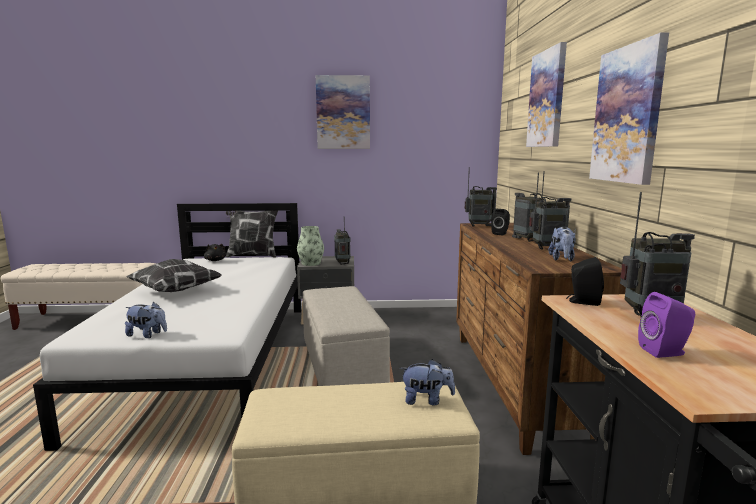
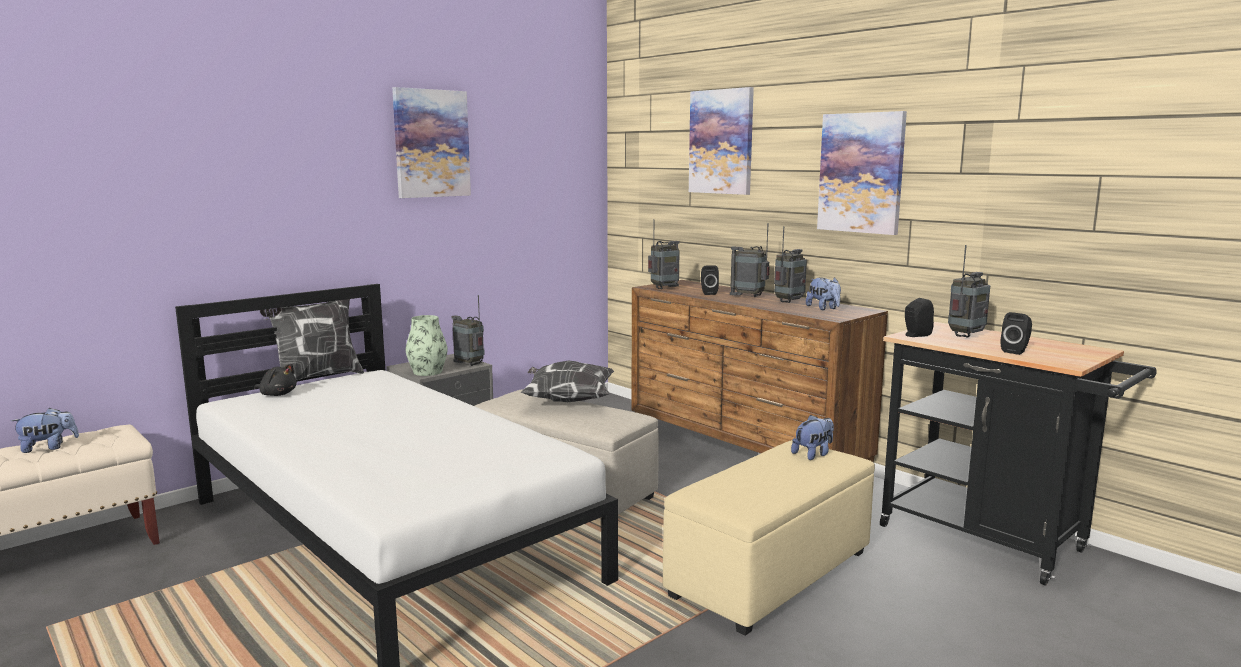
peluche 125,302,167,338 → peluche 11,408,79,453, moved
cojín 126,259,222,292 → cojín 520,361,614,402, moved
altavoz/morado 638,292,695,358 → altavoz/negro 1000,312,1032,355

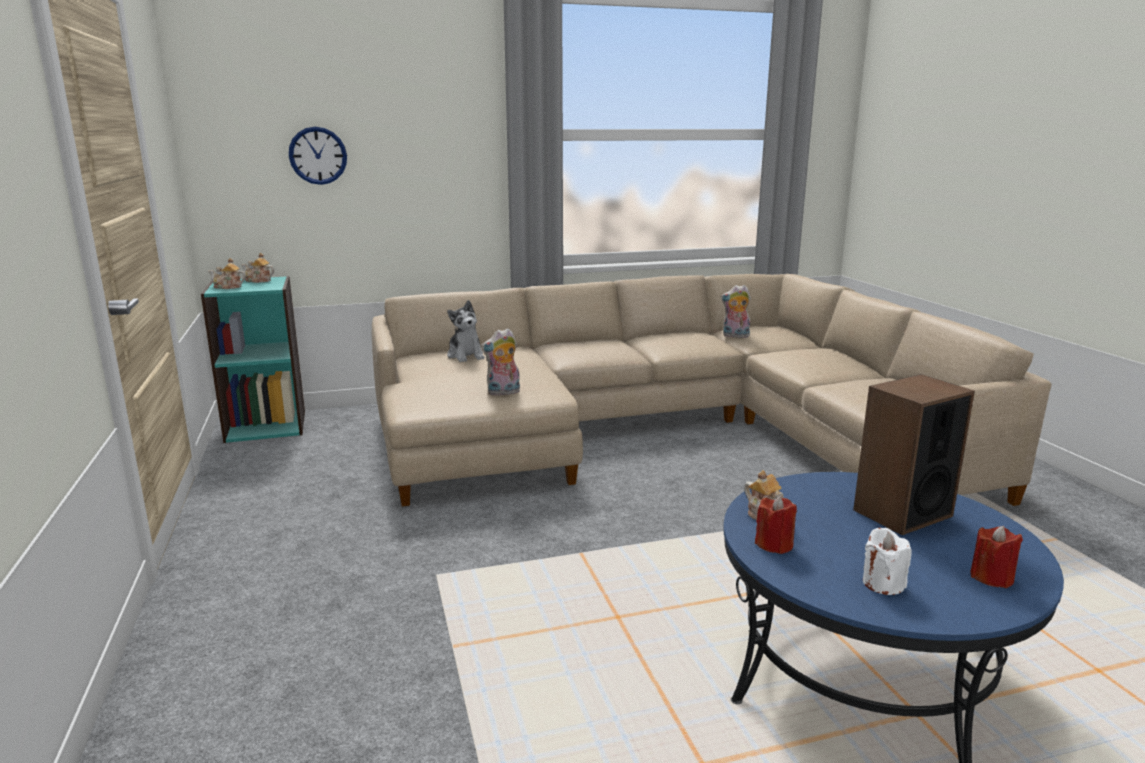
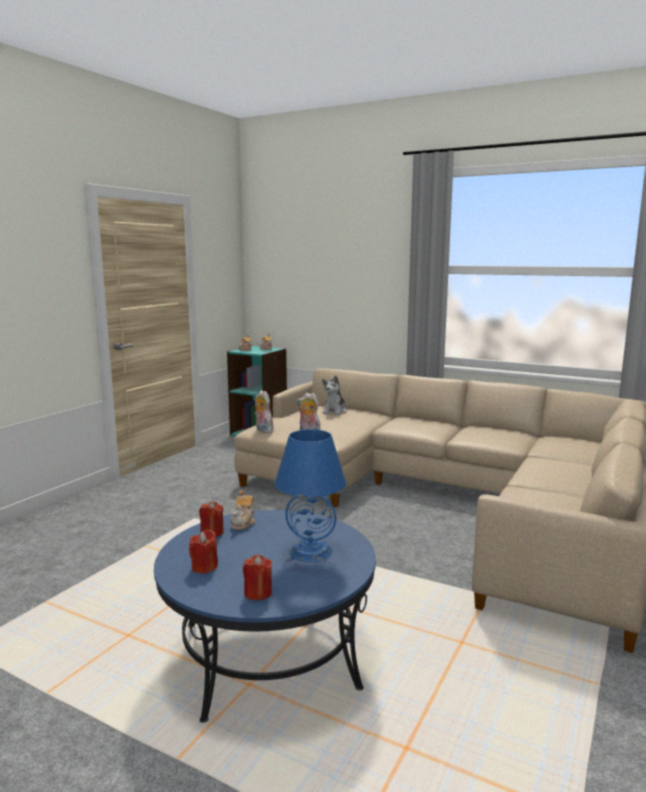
vela/blanco 863,528,912,595 → vela/rojo 189,530,218,573
peluche 720,285,751,338 → peluche 255,390,273,433, moved
altavoz 853,374,975,535 → lámpara de mesa/azul 275,429,346,563
reloj de pared 289,127,347,185 → -

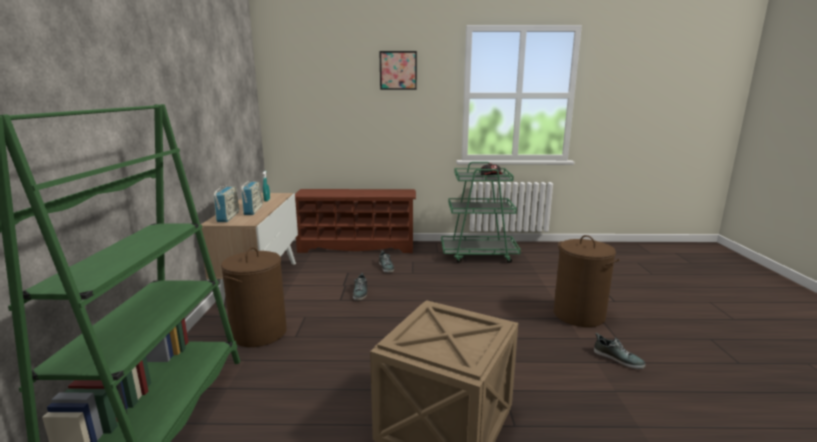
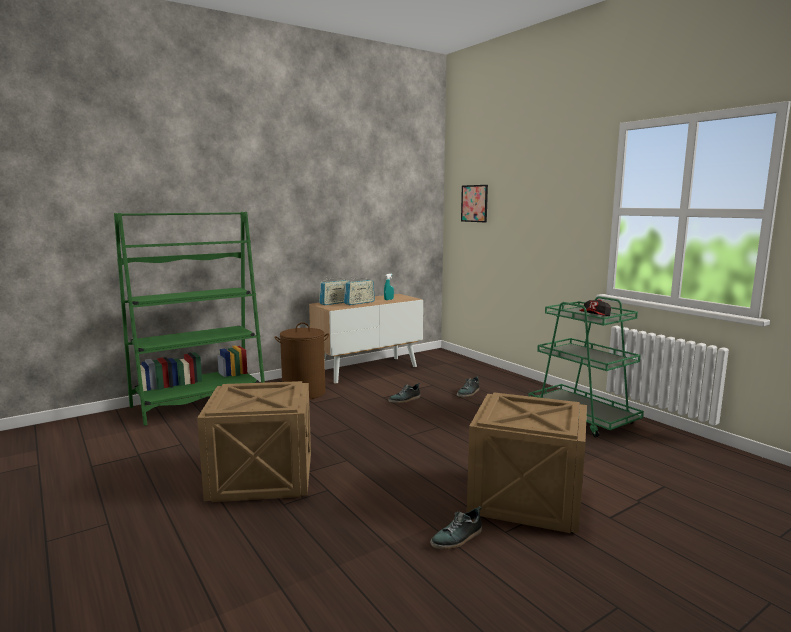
zapato 594,333,646,369 → zapato 430,506,482,549, 45 degrees clockwise
cuadro 380,51,417,90 → cuadro 461,185,488,222, moved
cesto de la ropa/marrón 554,235,620,327 → caja de embalaje 467,392,587,533
zapatero/marrón 295,189,416,253 → -

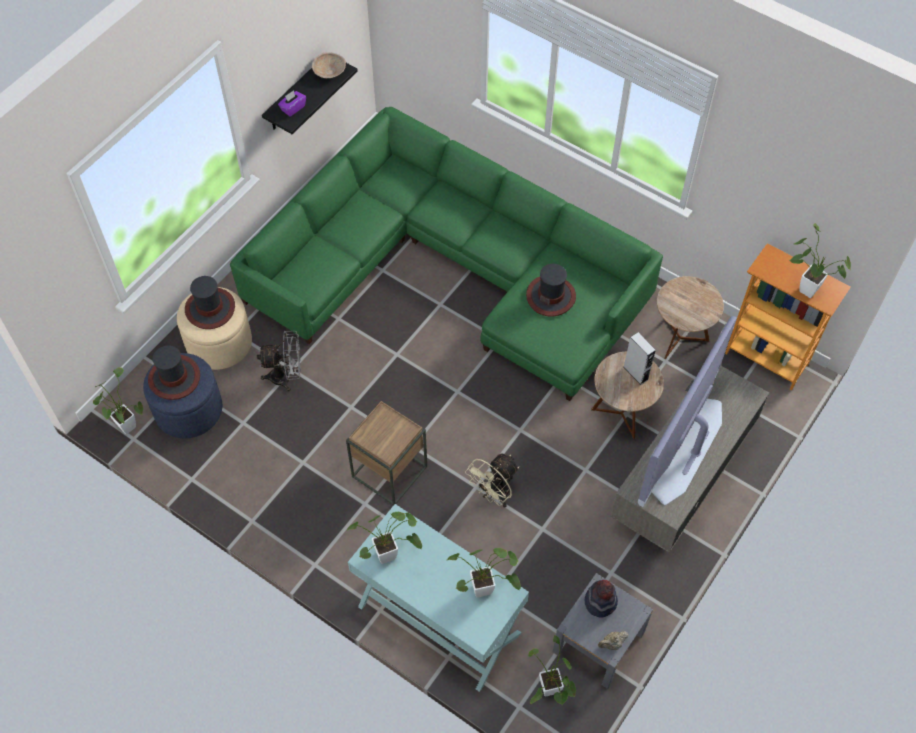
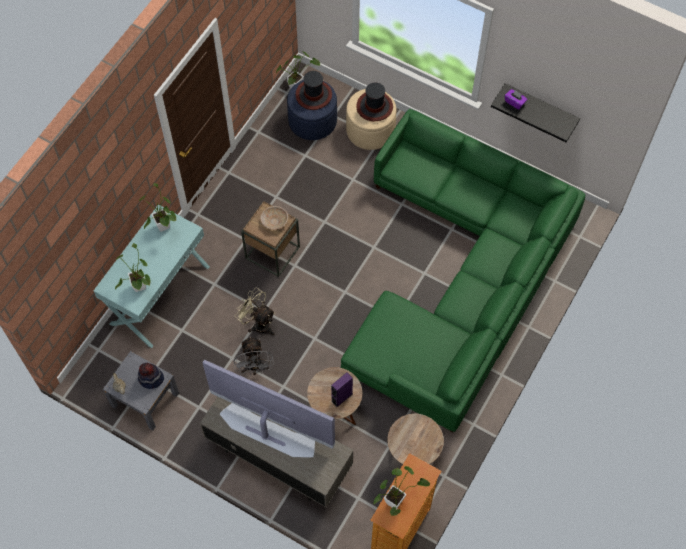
ventilador/gris 257,331,301,392 → ventilador/gris 234,336,274,375, moved
cuenco/beis 312,52,346,78 → cuenco/beis 260,206,288,230, moved
altavoz/gris 624,332,656,385 → altavoz/morado 331,372,353,407
sombrero 526,264,576,317 → -
planta en maceta 528,635,576,705 → -

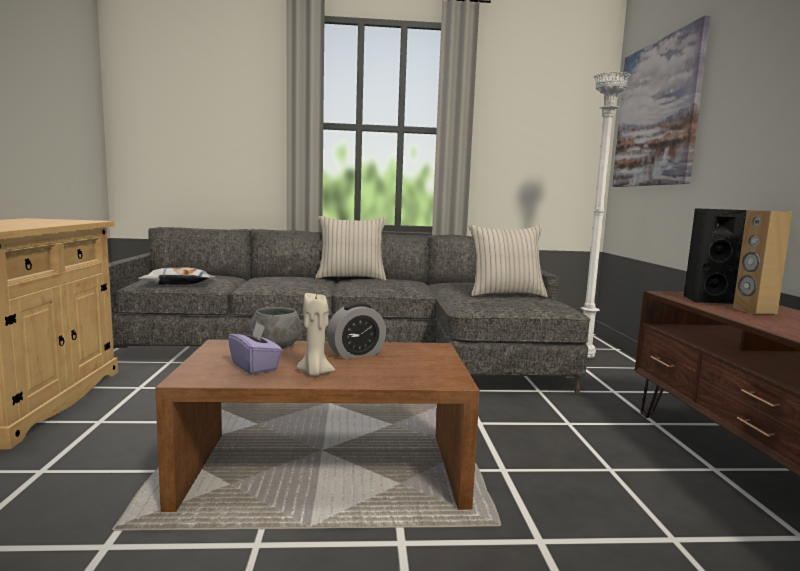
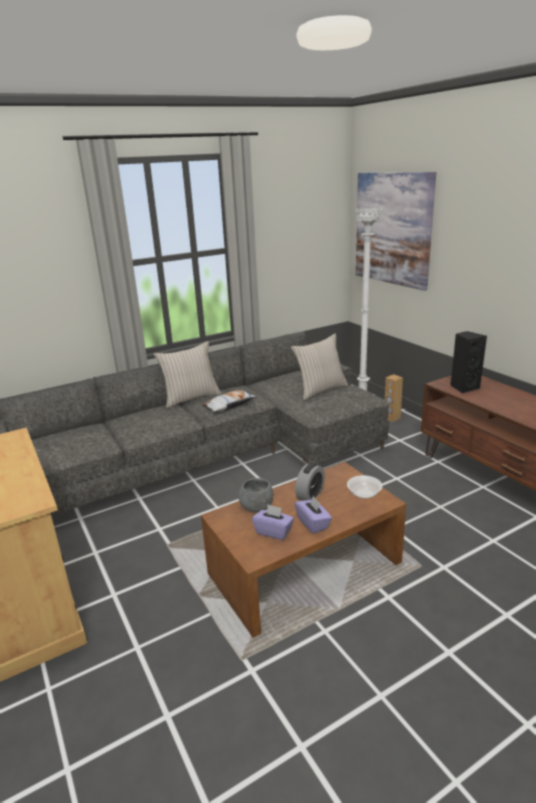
cojín 138,267,216,285 → cojín 201,390,257,412, moved
vela/beis 296,292,335,376 → caja de pañuelos/morado 295,496,332,534
- → cuenco 347,475,382,499
altavoz/marrón 733,210,792,314 → altavoz/marrón 385,374,403,422, moved

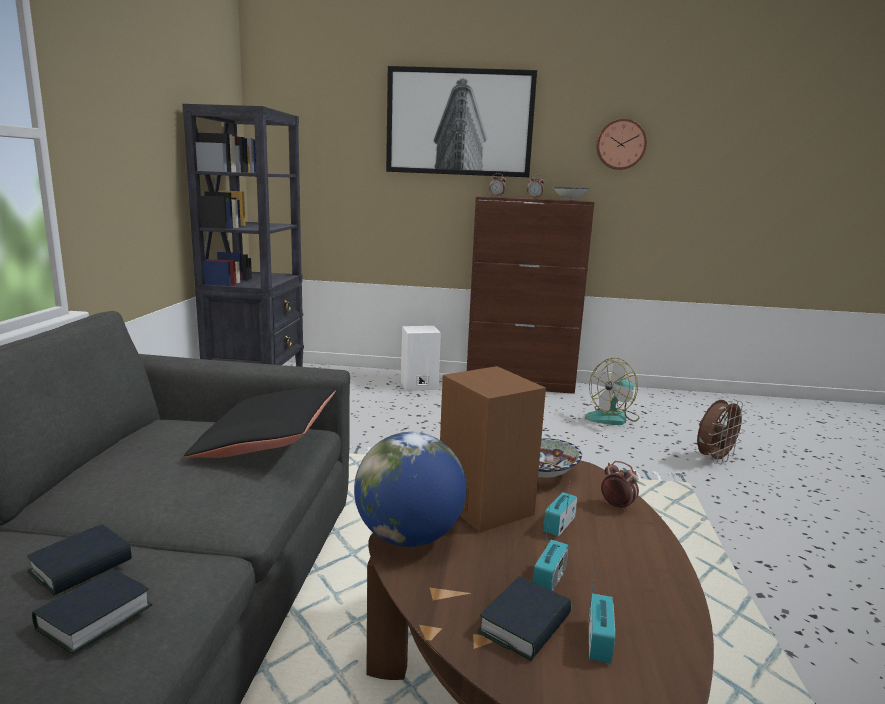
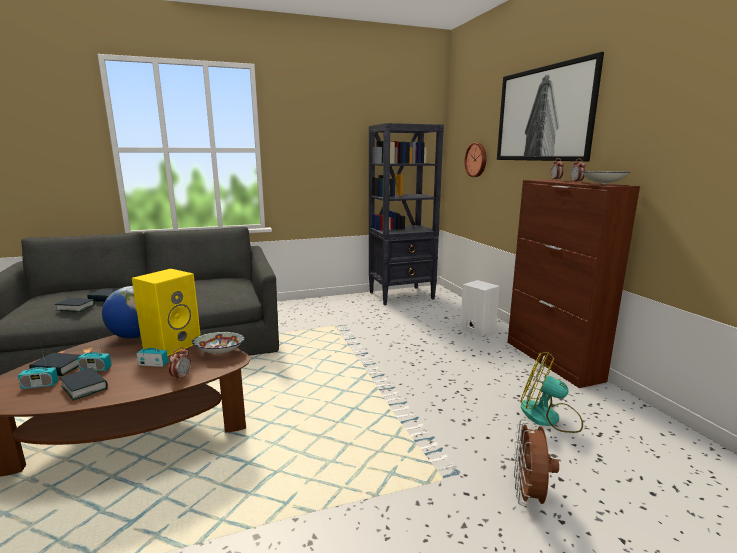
- → libro 60,368,108,401
altavoz/marrón 440,366,546,533 → altavoz/amarillo 132,269,201,356
reloj de pared 596,119,647,170 → reloj de pared 465,143,487,177, moved
ventilador/marrón 697,399,747,464 → ventilador/marrón 514,419,559,506, 75 degrees clockwise
cojín/negro 184,388,336,458 → -

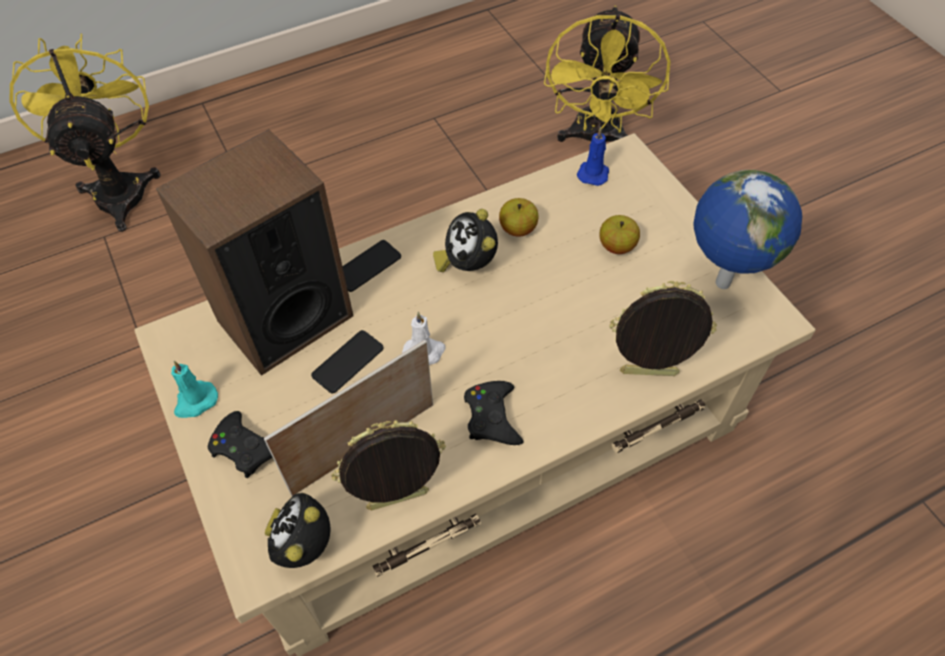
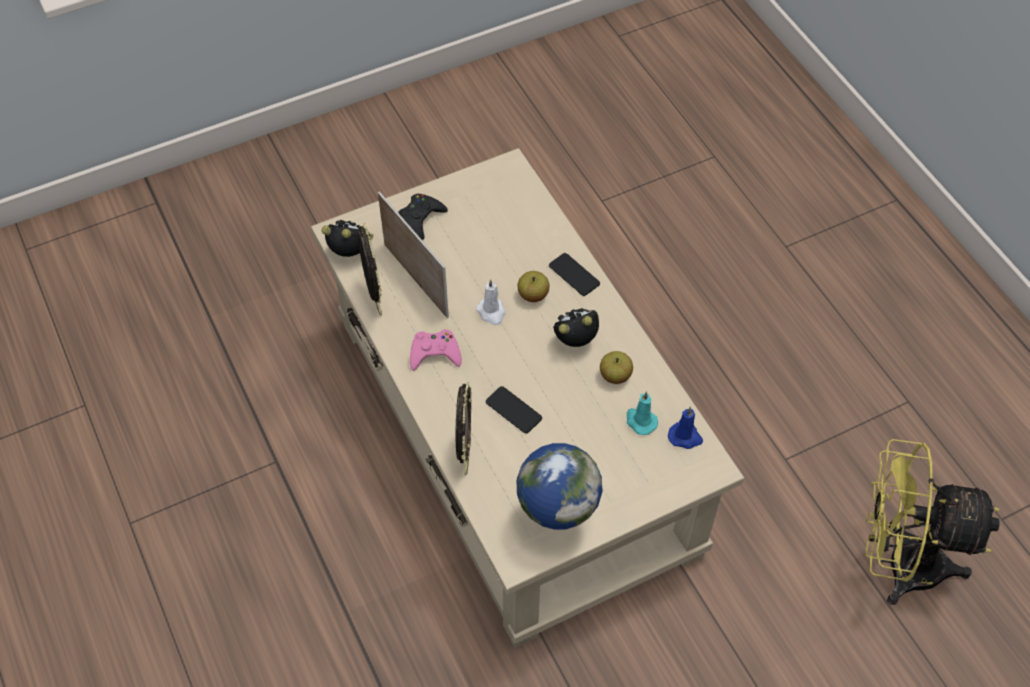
mando de consola/negro 464,381,524,445 → mando de consola/rosa 410,330,462,371
móvil 311,330,383,394 → móvil 486,386,542,434, moved
manzana 599,215,640,254 → manzana 518,271,550,302, moved
vela/turquesa 171,361,218,418 → vela/turquesa 627,392,658,435, moved
ventilador/amarillo 9,33,161,232 → -
altavoz 156,129,353,376 → -

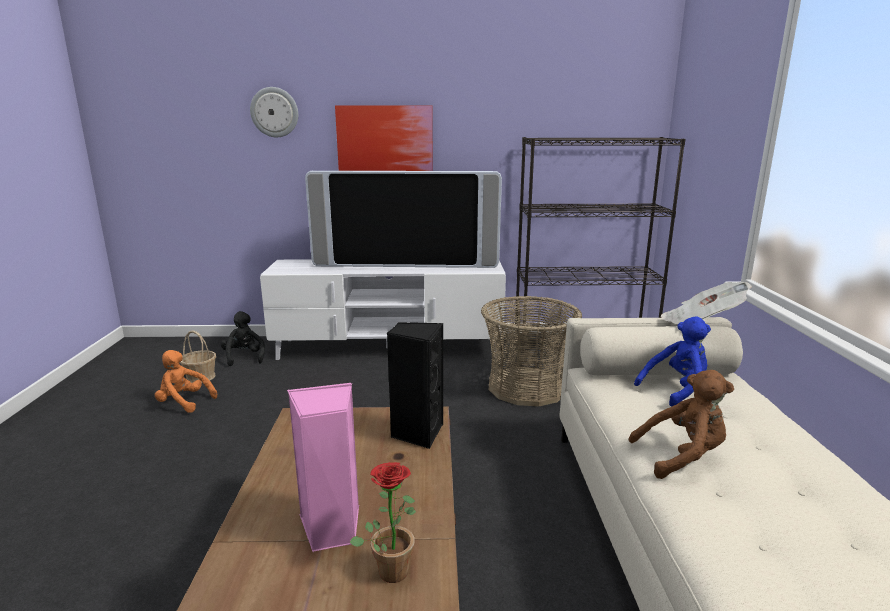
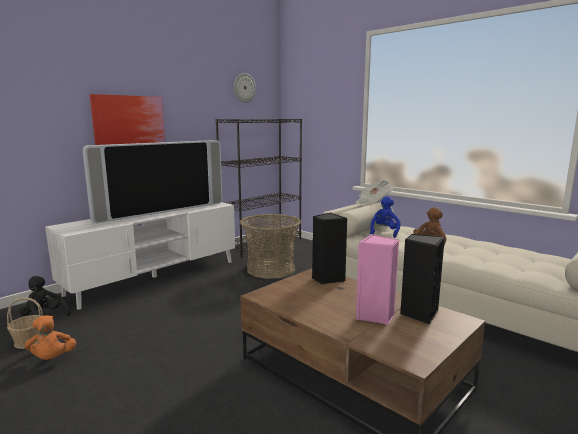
peluche/naranja 155,350,217,413 → peluche/naranja 25,316,76,360, 90 degrees counterclockwise
reloj de pared 250,87,298,137 → reloj de pared 234,73,256,103, moved
planta en maceta 349,462,416,583 → altavoz/negro 400,234,445,324

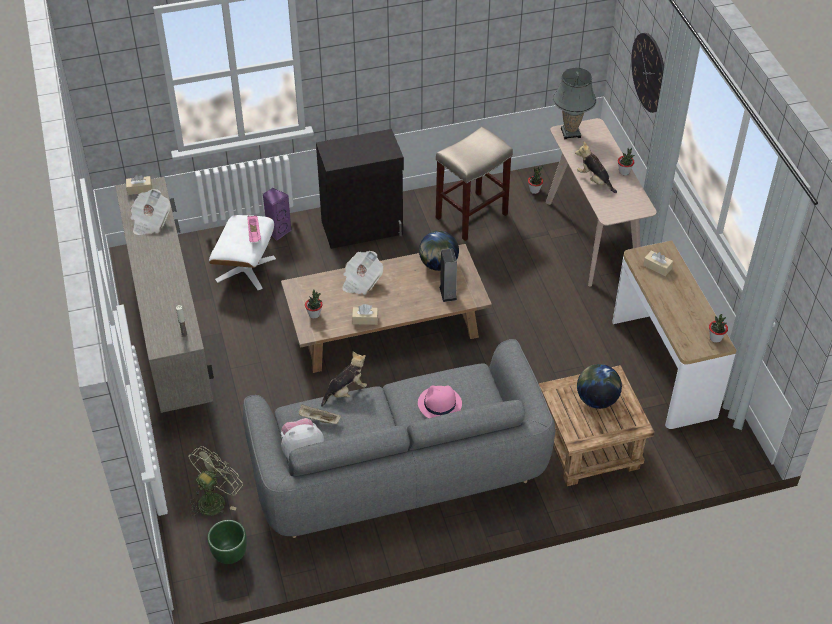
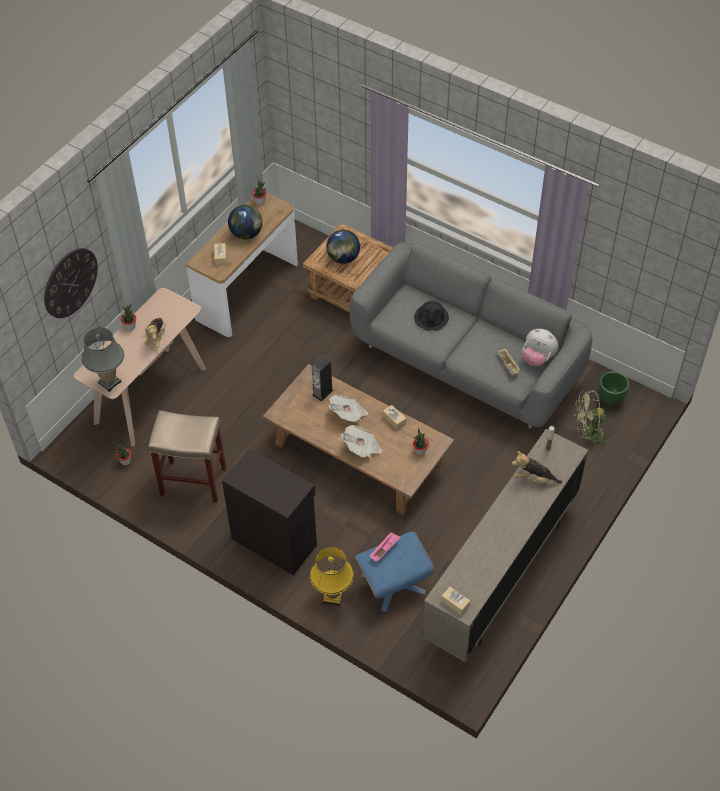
globo terráqueo 419,231,459,271 → globo terráqueo 228,205,263,240, moved
altavoz/morado 263,188,291,241 → lámpara de mesa/amarillo 310,547,354,605
periódico 130,189,171,235 → periódico 328,395,368,423, moved
puf/blanco 209,215,276,290 → puf/azul 354,531,435,612
sombrero/rosa 418,385,462,418 → sombrero/negro 414,301,449,331
peluche 321,351,367,407 → peluche 512,451,562,483, moved

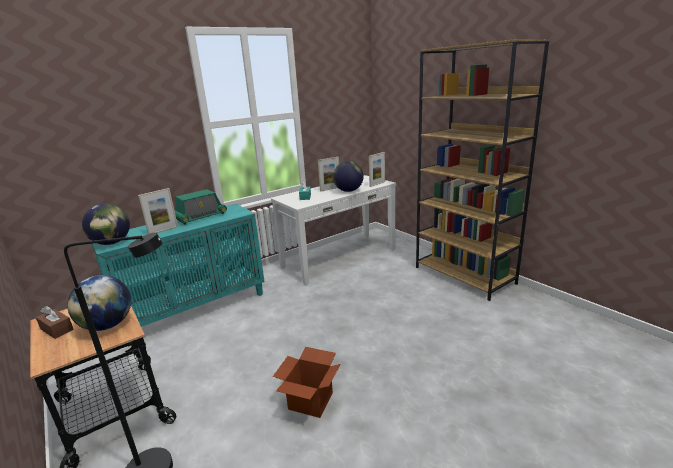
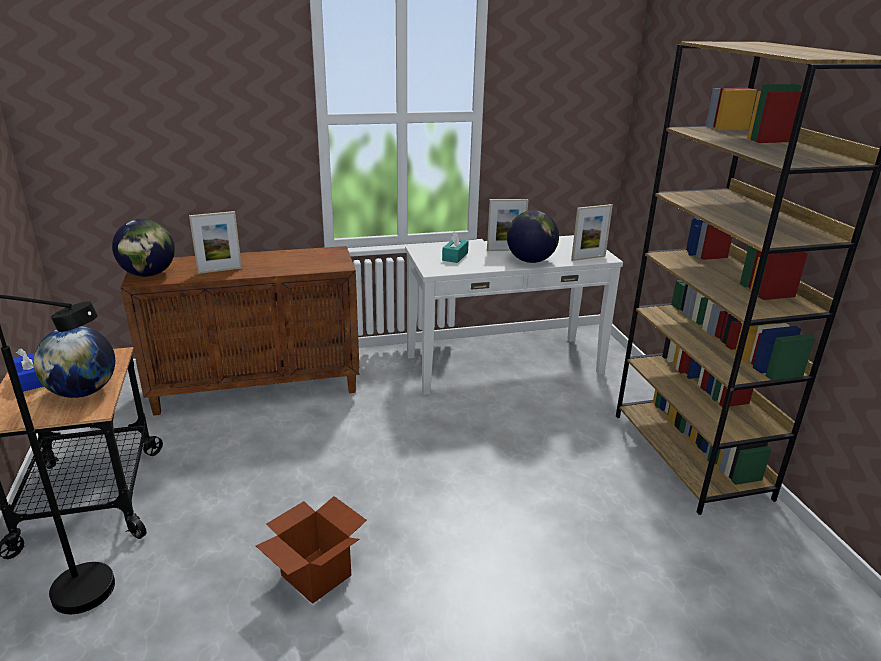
caja de pañuelos/marrón 36,306,74,339 → caja de pañuelos/azul 13,348,44,392
armario/turquesa 92,204,265,327 → armario/marrón 121,246,360,416
radio 174,189,227,225 → -

